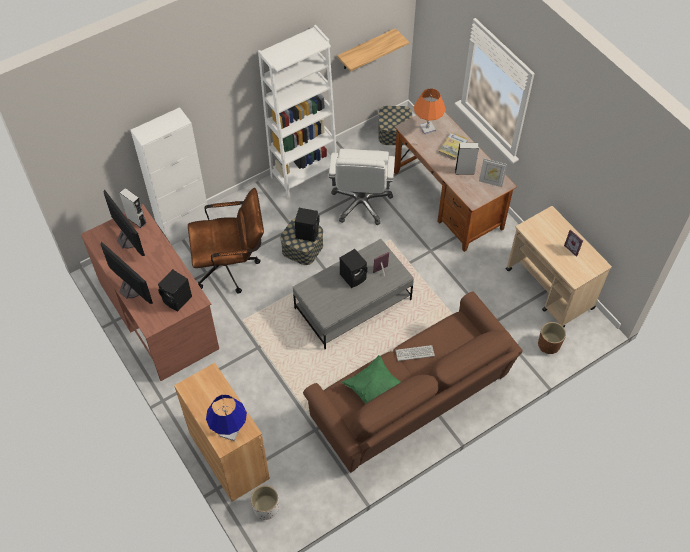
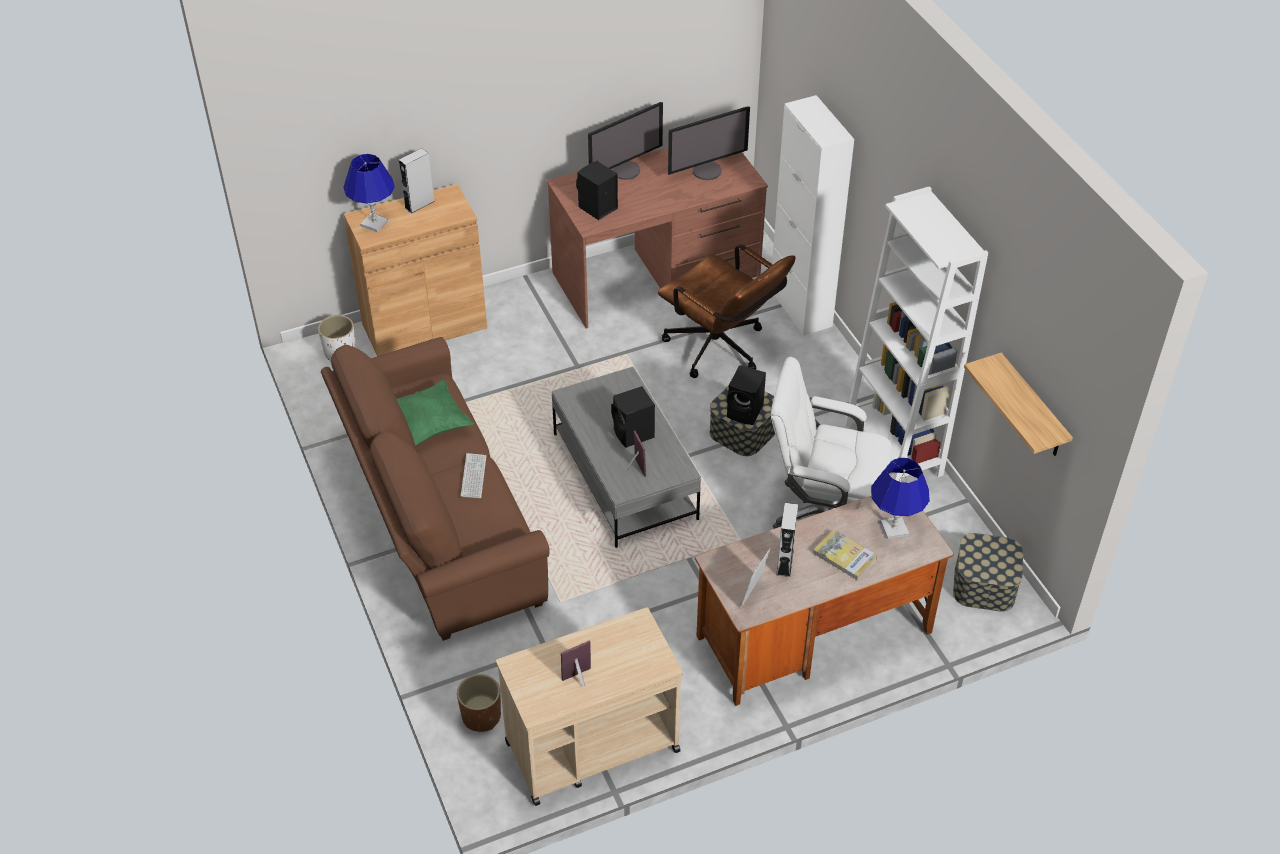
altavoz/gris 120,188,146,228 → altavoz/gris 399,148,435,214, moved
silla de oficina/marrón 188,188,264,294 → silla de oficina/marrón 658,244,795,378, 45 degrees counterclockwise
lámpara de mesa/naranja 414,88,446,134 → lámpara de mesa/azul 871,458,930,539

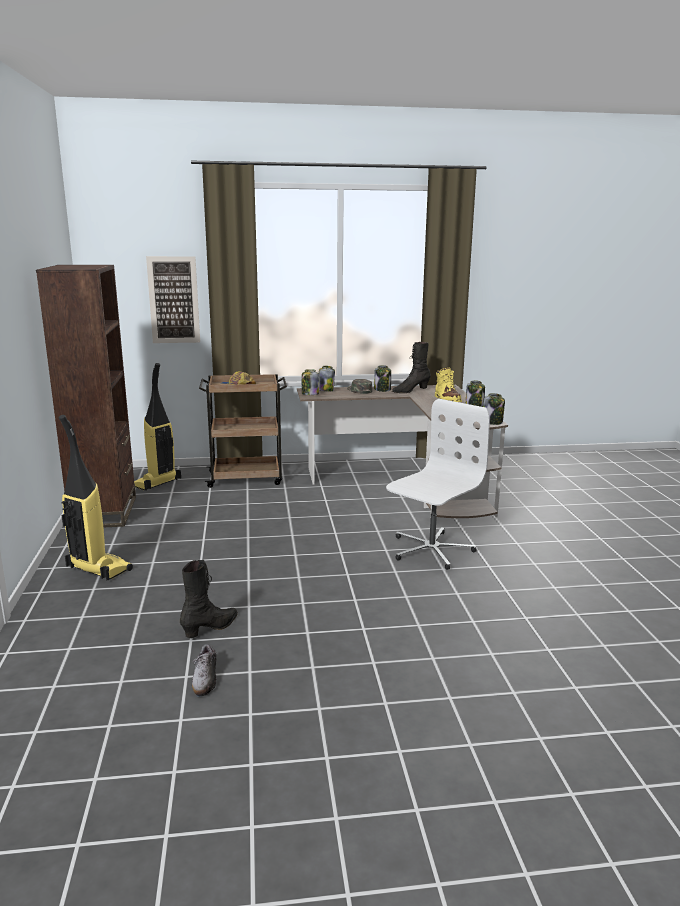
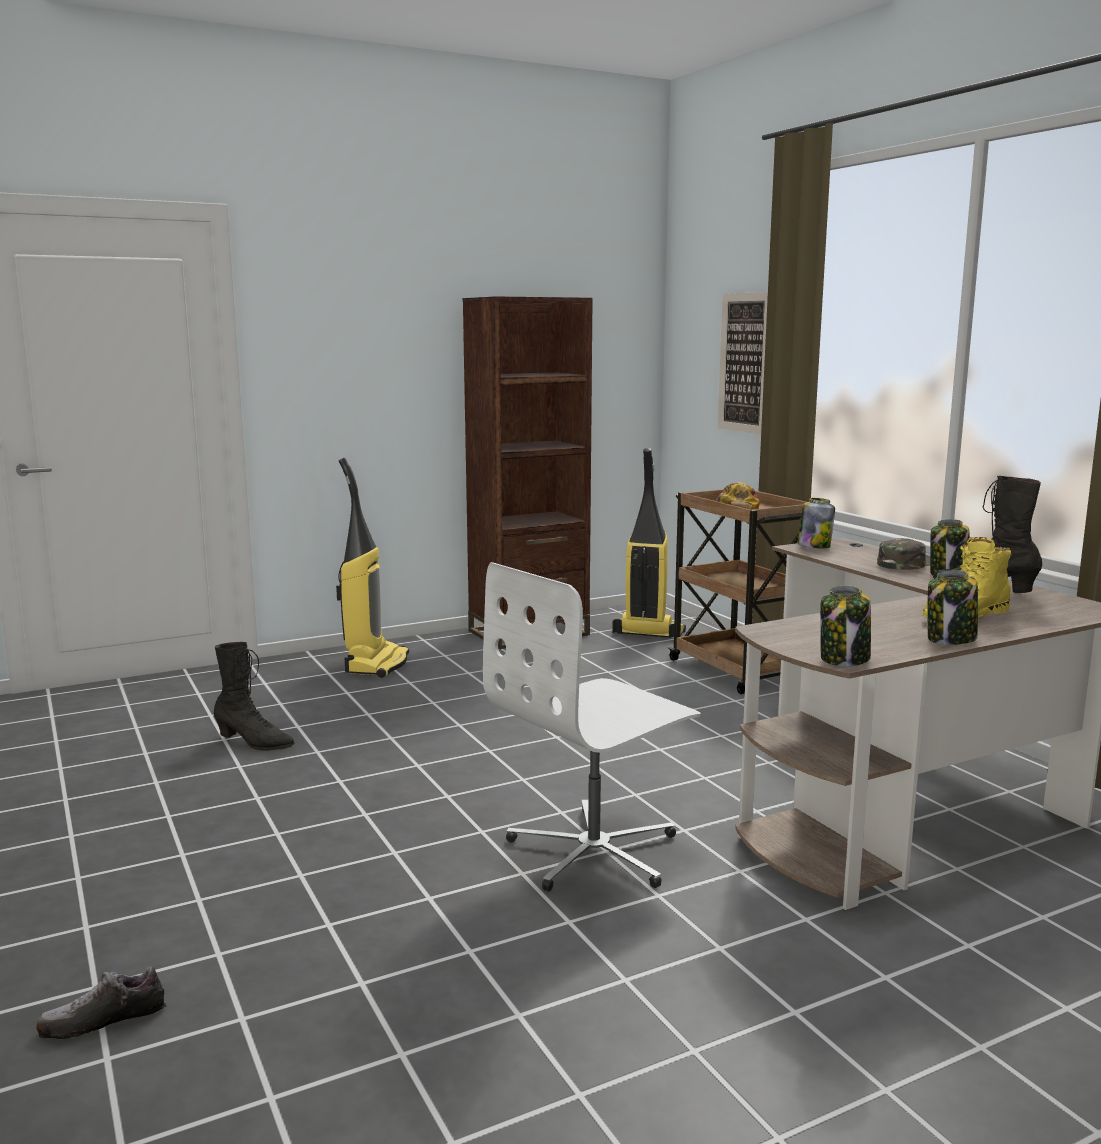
zapato 192,644,217,697 → zapato 36,966,167,1039, moved
silla de oficina/blanco 386,399,490,570 → silla de oficina/blanco 483,562,701,892, 120 degrees clockwise
tarro 319,366,335,392 → -

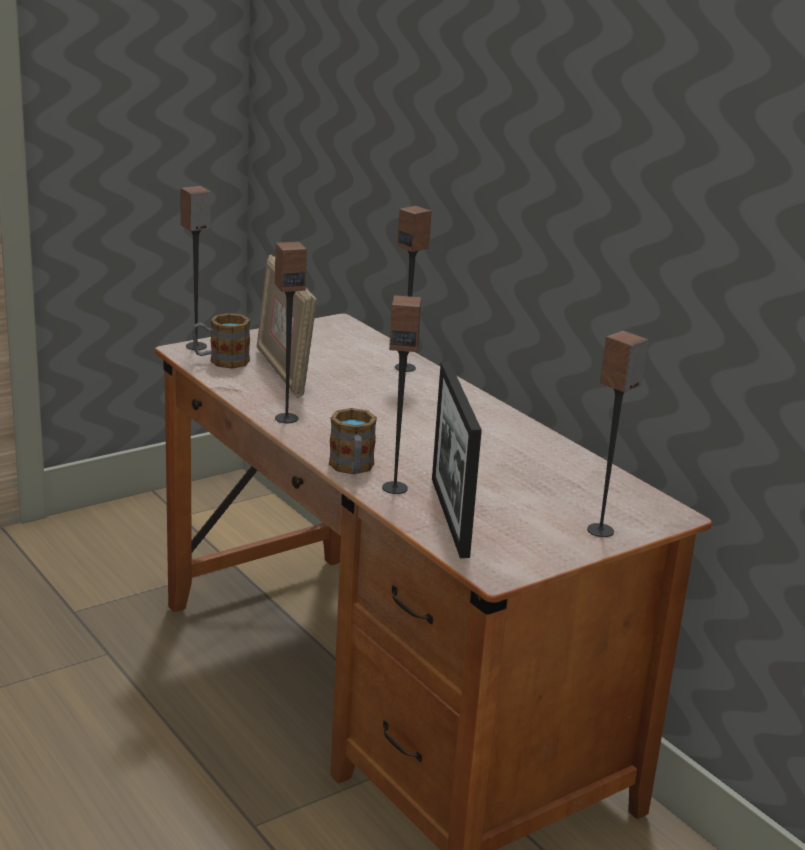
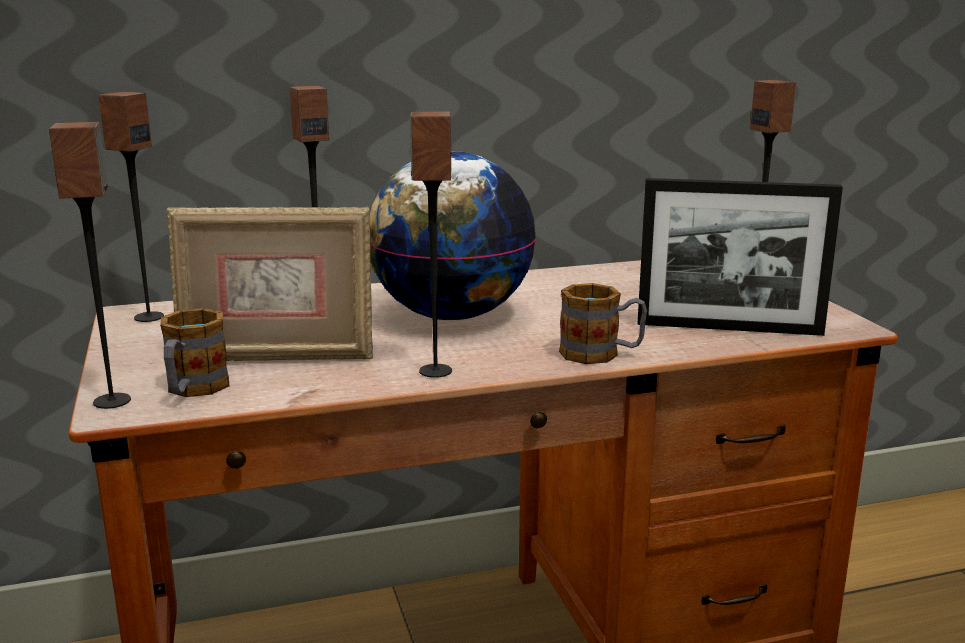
altavoz 382,295,422,494 → altavoz 98,92,164,322, moved
- → globo terráqueo 370,151,536,320

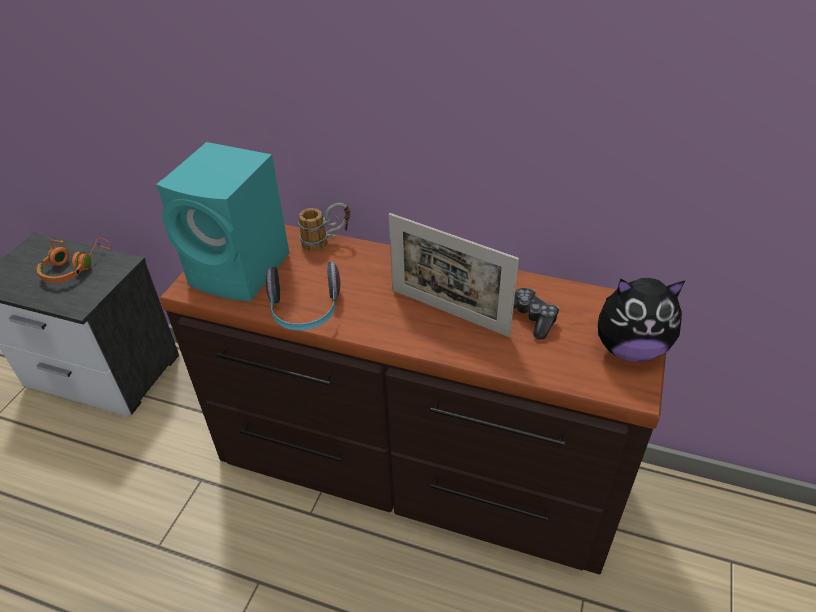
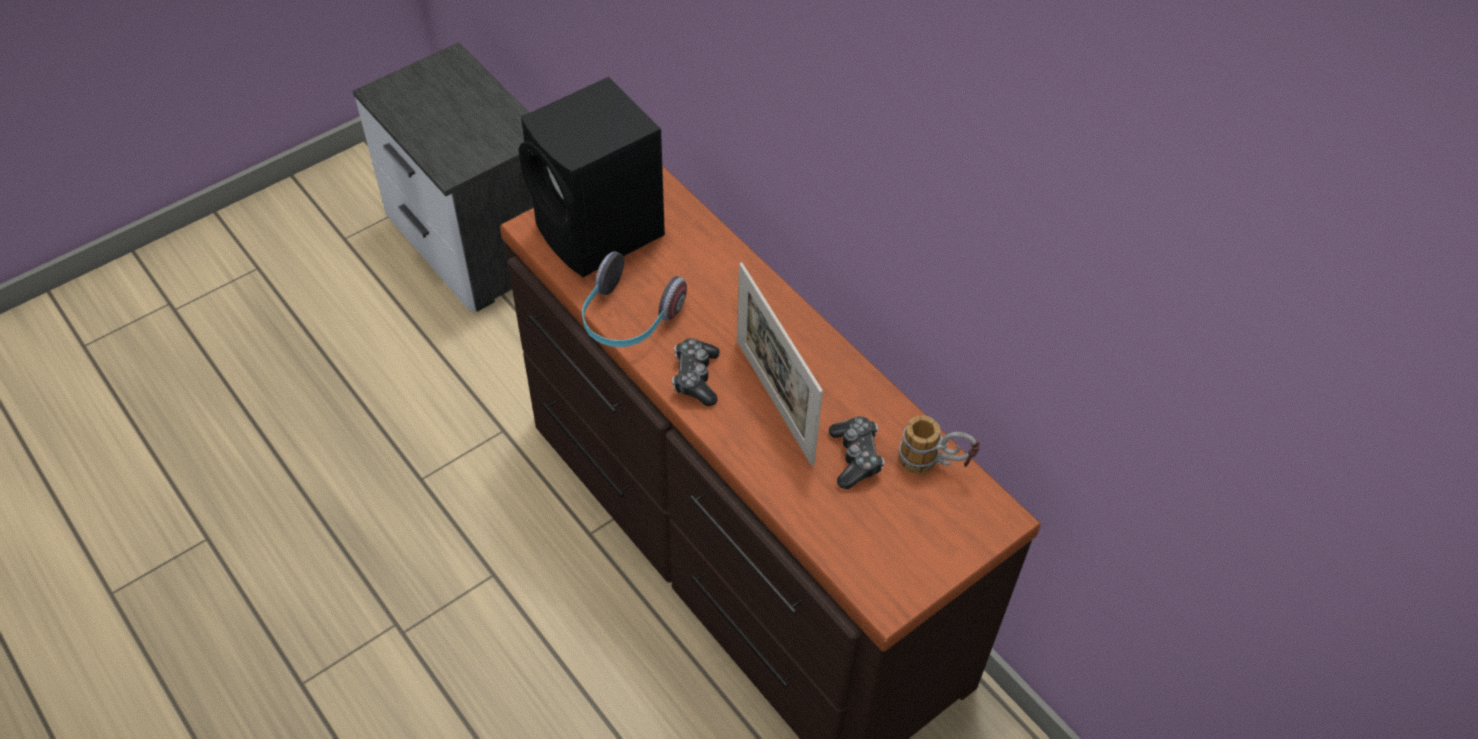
altavoz/turquesa 156,142,289,301 → altavoz/negro 519,77,665,277
- → mando de consola 672,338,720,406
taza grande 298,203,350,252 → taza grande 898,416,980,474, moved
auriculares/naranja 37,238,112,283 → -
peluche 598,278,685,362 → -

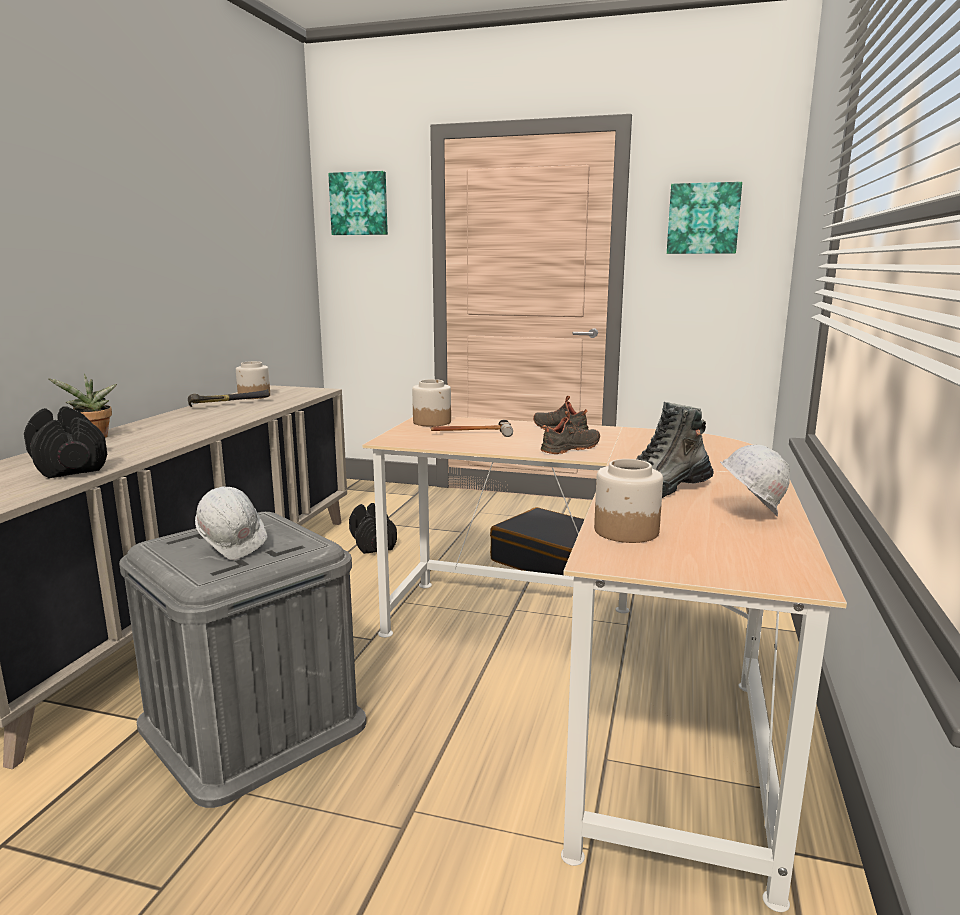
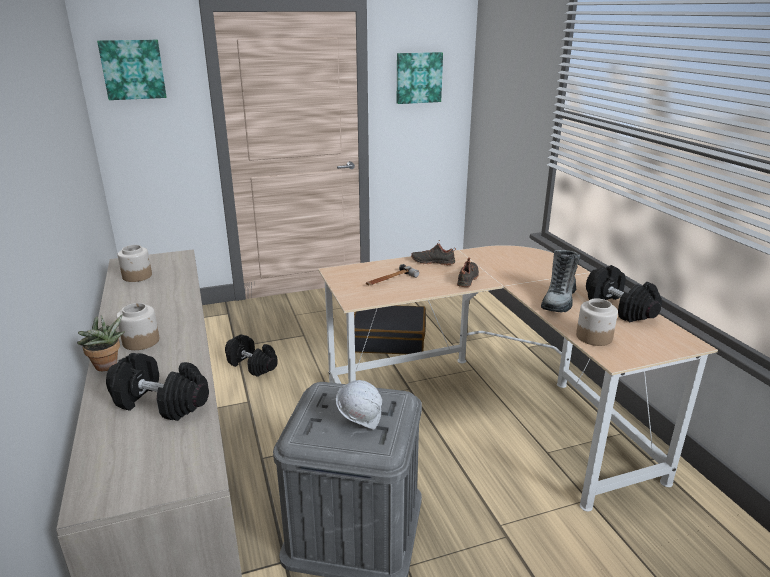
tarro 412,379,451,427 → tarro 116,303,159,350, moved
casco/blanco 720,445,790,517 → mancuerna/negro 586,265,662,322
martillo 188,389,270,407 → -

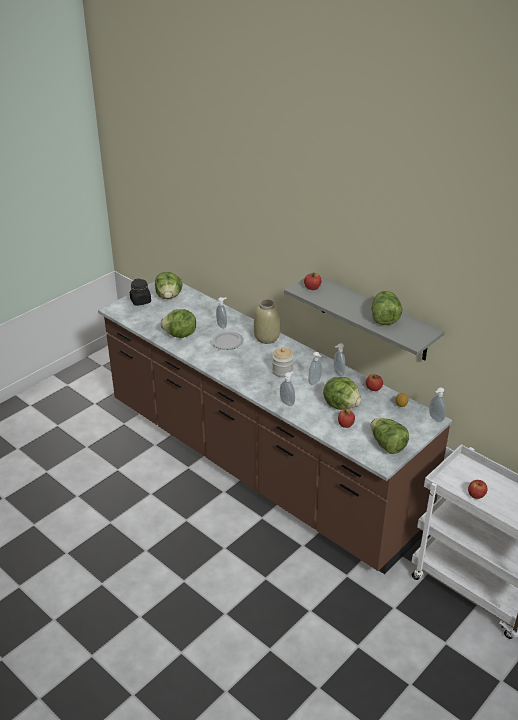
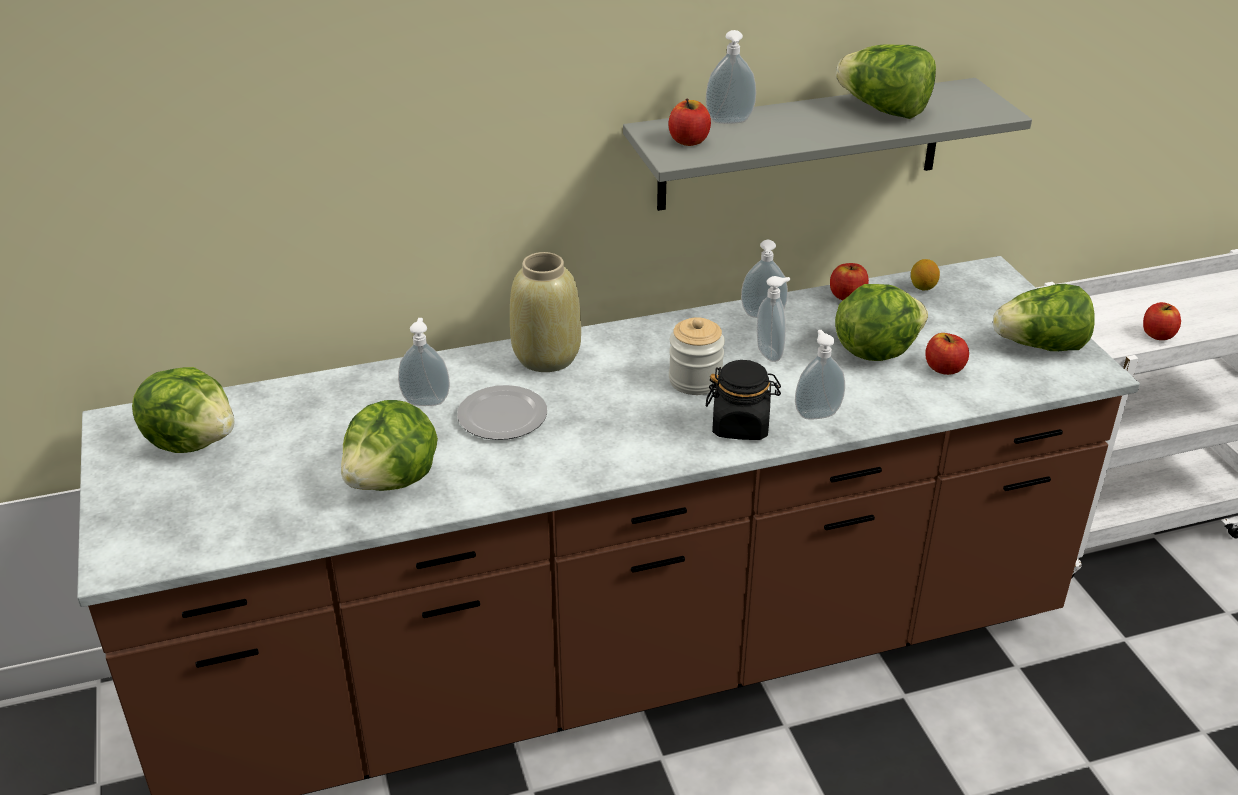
dispensador de jabón 429,387,446,422 → dispensador de jabón 706,30,756,124, moved
tarro/negro 130,278,151,306 → tarro/negro 706,360,781,440, moved

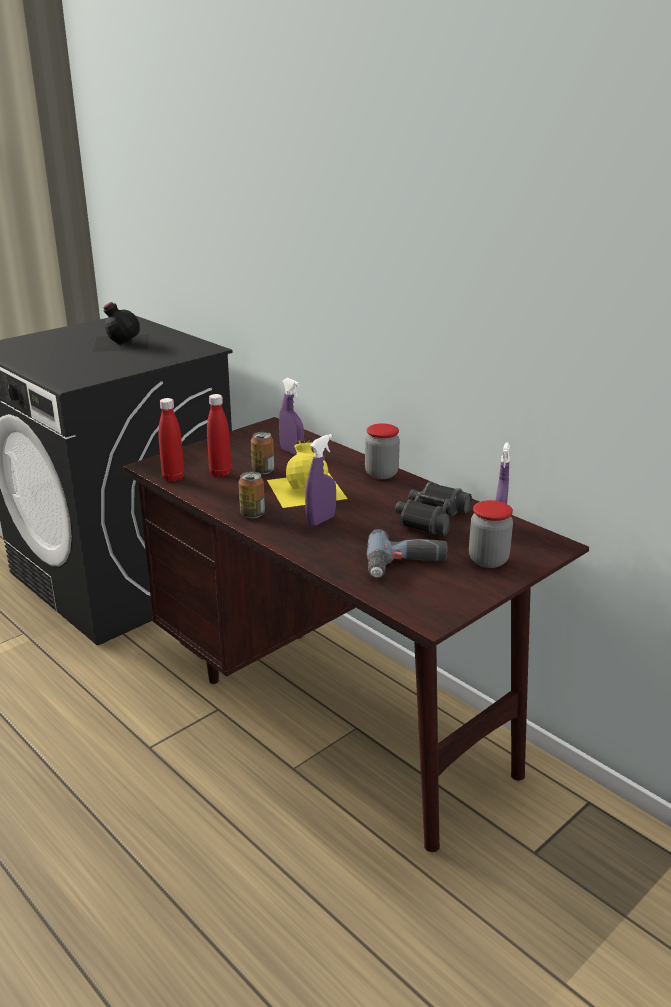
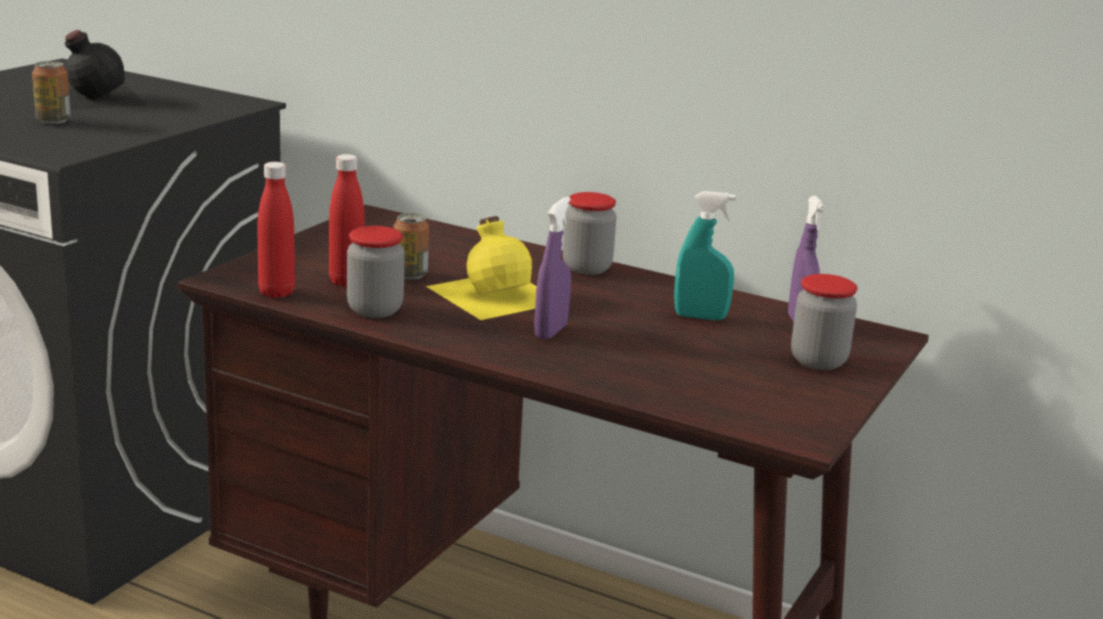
lata 239,472,265,519 → lata 32,61,71,124, moved
- → tarro 347,226,405,318
prismáticos/negro 395,482,472,536 → pulverizador/turquesa 674,191,736,320
pulverizador/morado 279,378,304,455 → -
taladro 367,529,447,578 → -

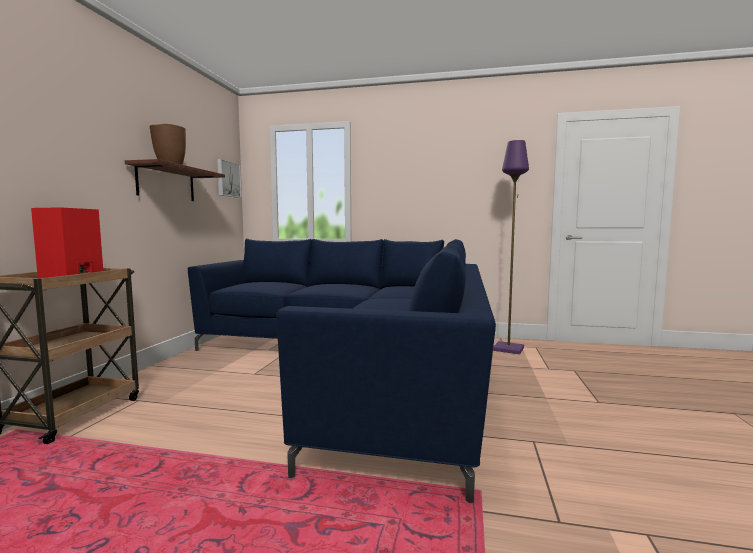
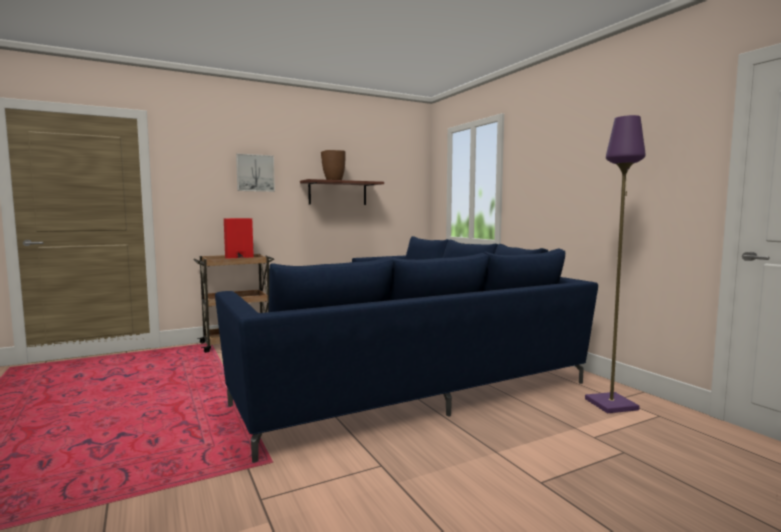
cuadro 217,159,242,198 → cuadro 236,154,275,192, moved

